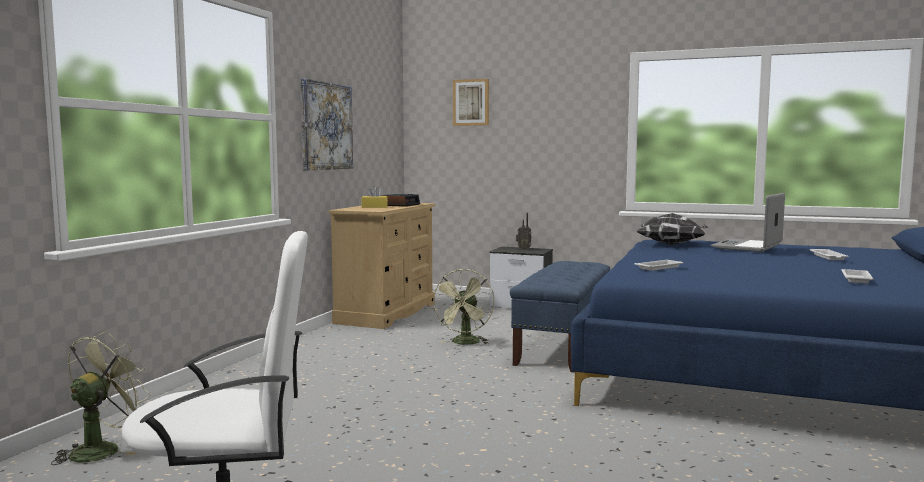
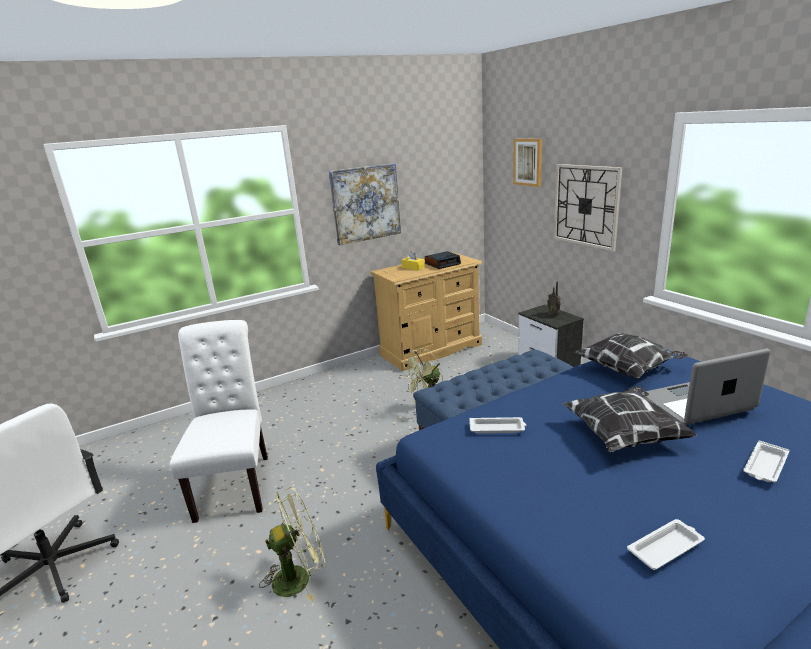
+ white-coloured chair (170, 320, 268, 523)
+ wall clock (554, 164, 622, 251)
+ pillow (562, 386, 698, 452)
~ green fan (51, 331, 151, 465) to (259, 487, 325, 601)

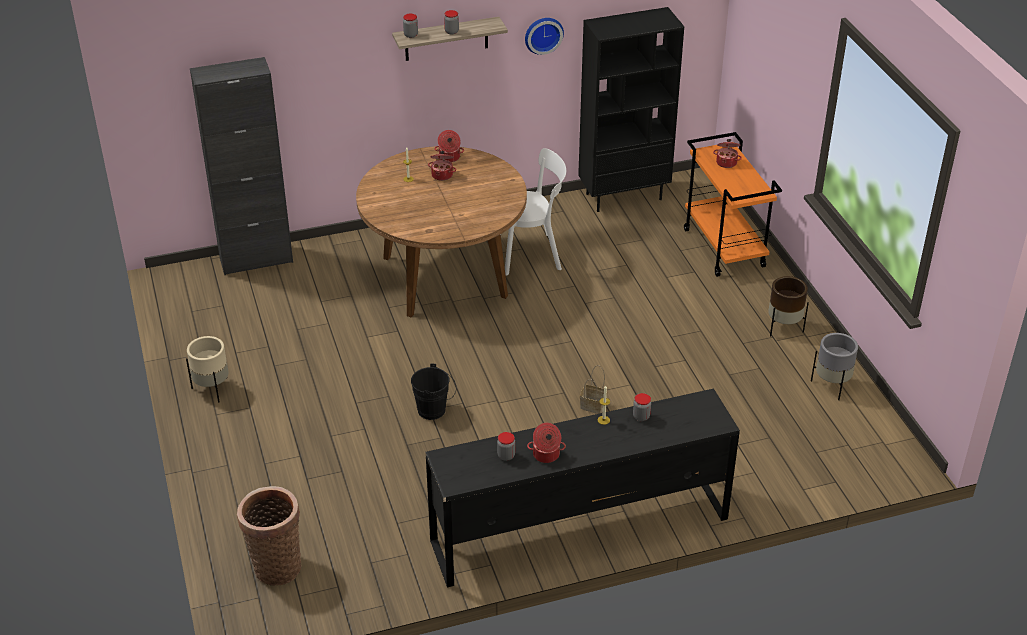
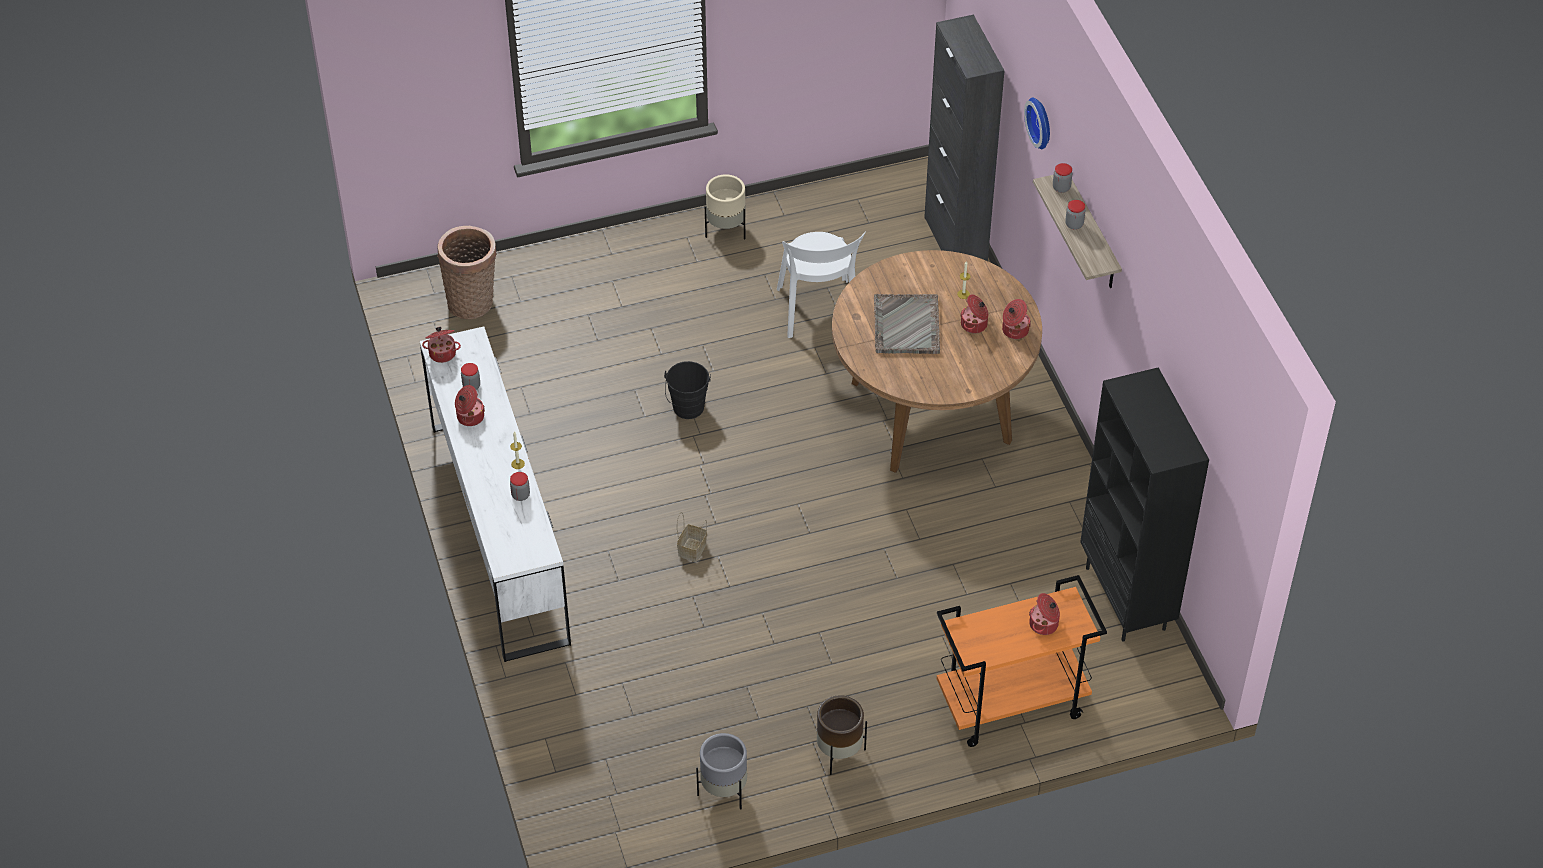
+ saucepot (422, 327, 461, 363)
+ gray tray (874, 294, 940, 354)
~ white-coloured chair (500, 148, 566, 275) to (777, 231, 866, 338)
~ wall clock (525, 18, 564, 55) to (1024, 98, 1050, 149)
~ black-coloured drawer chest (426, 388, 740, 587) to white-coloured drawer chest (419, 326, 571, 662)

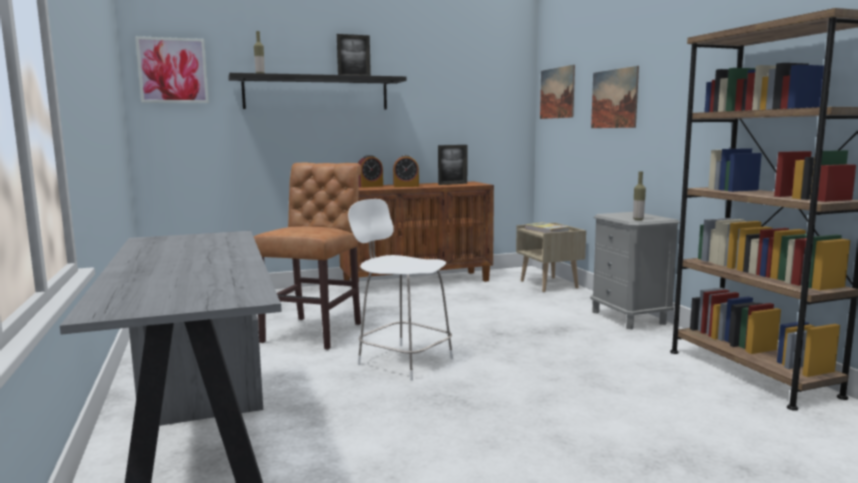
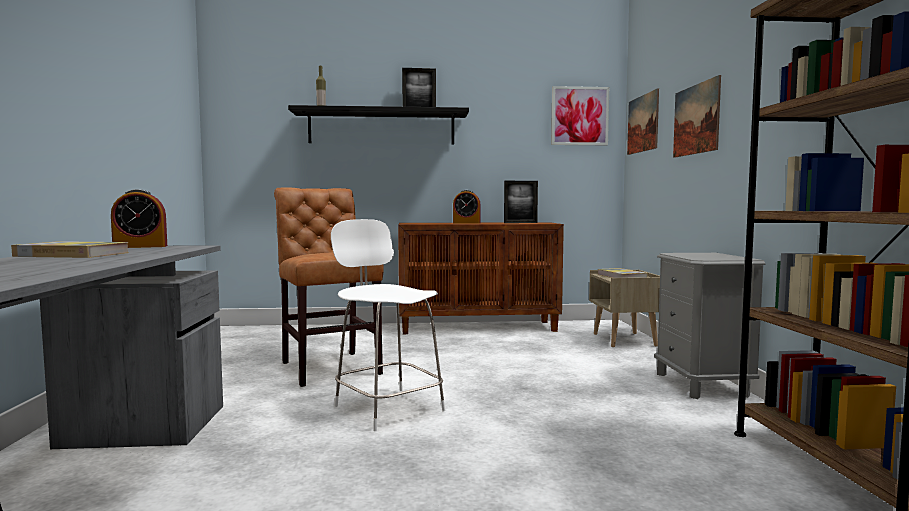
- drink bottle (633, 171, 646, 220)
+ bound book (11, 241, 129, 258)
~ wall picture (135, 36, 209, 103) to (551, 86, 609, 145)
~ bedside clock (358, 155, 383, 188) to (111, 189, 167, 248)
~ brown chair (254, 163, 362, 350) = (274, 188, 384, 387) 60 degrees counterclockwise

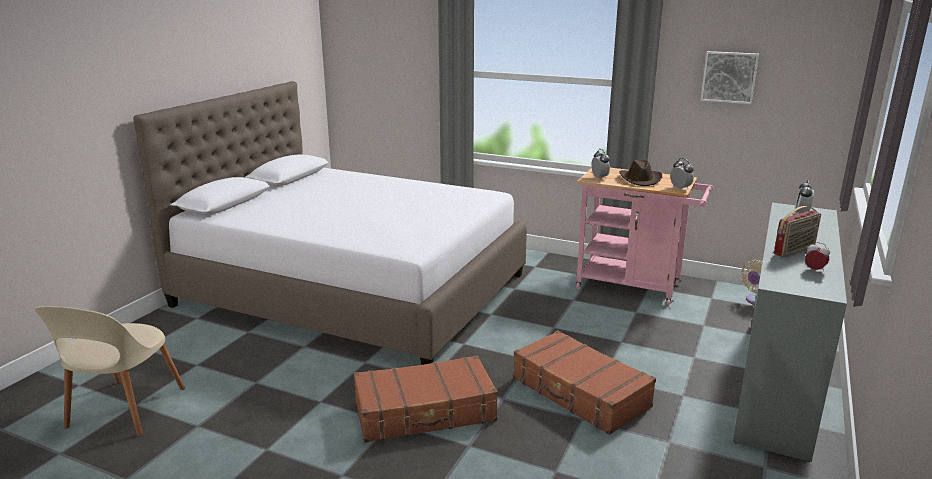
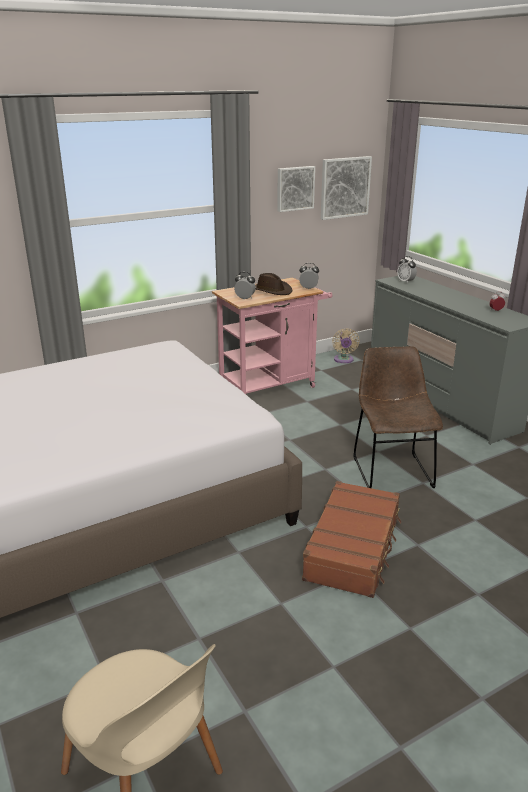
- radio (774, 206, 821, 257)
+ wall picture (321, 156, 372, 220)
~ brown suitcase (513, 330, 656, 435) to brown chair (353, 346, 443, 488)

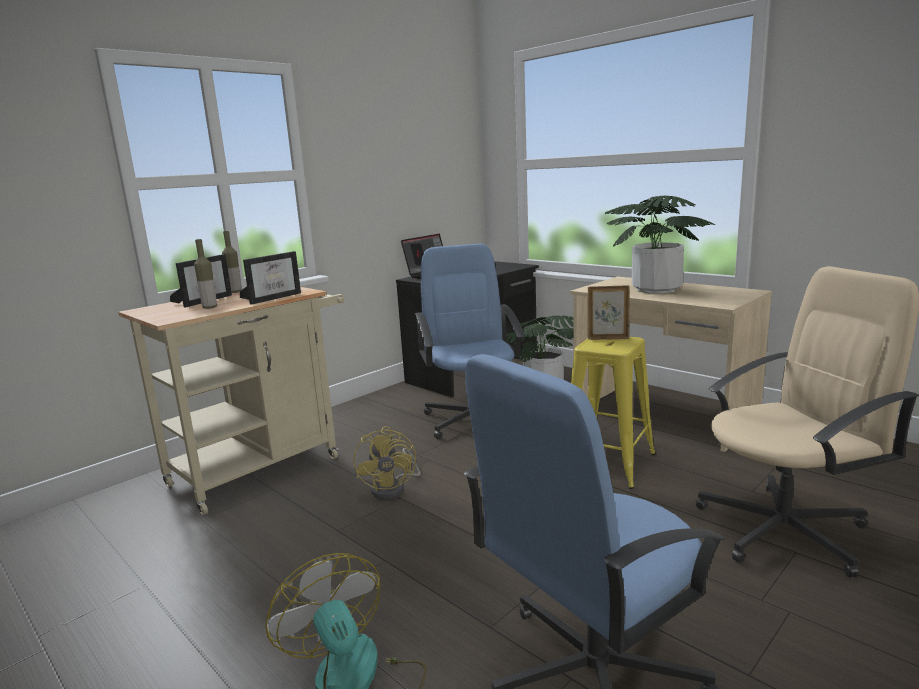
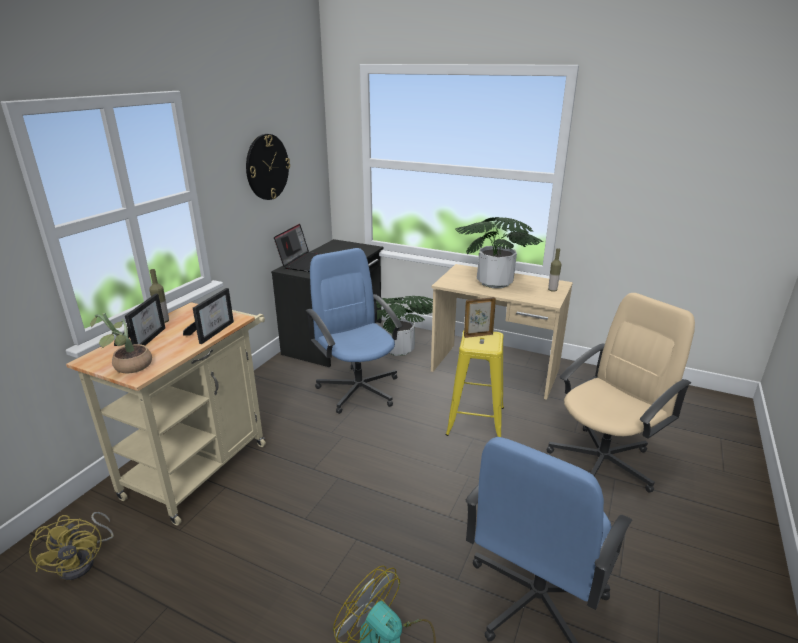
+ houseplant (90, 313, 152, 374)
+ wall clock (246, 134, 290, 200)
~ drink bottle (194, 239, 217, 309) to (548, 248, 561, 292)
~ yellow-coloured fan (353, 426, 421, 500) to (29, 512, 114, 580)

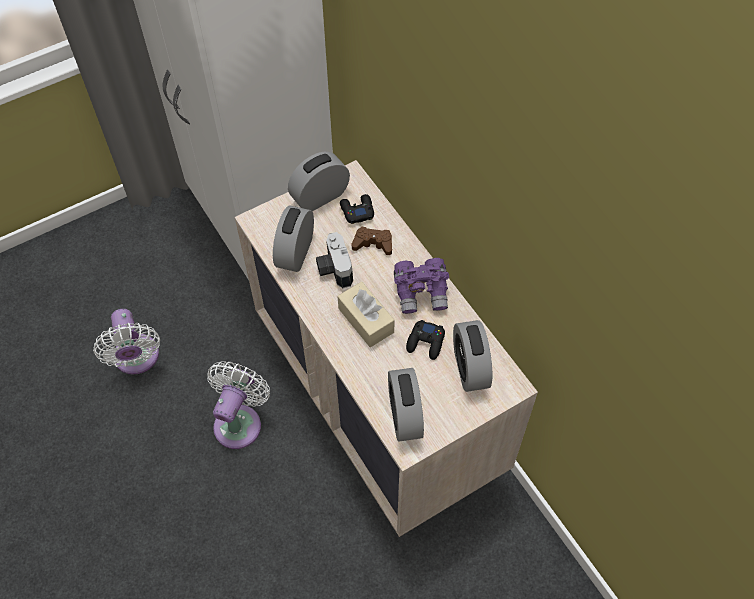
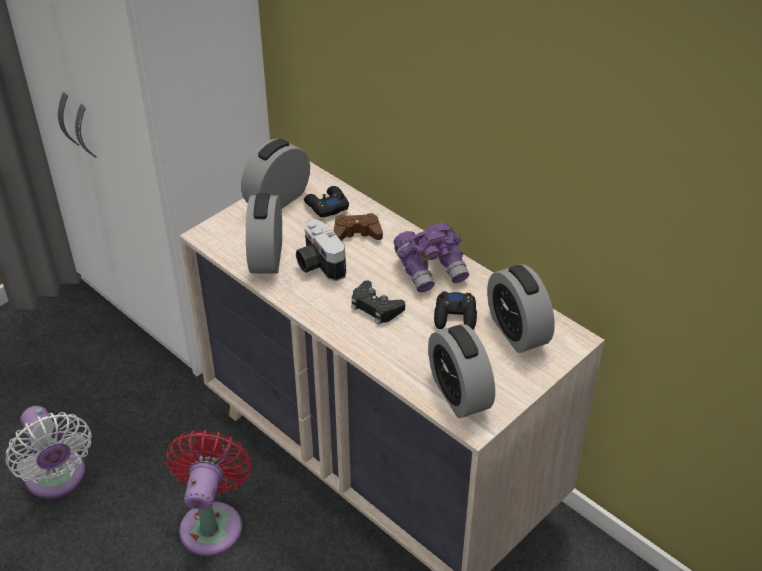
~ beige tissue holder (338, 282, 395, 347) to black-coloured joypad (351, 280, 405, 325)
~ white-coloured fan (207, 361, 270, 449) to red-coloured fan (166, 430, 252, 557)

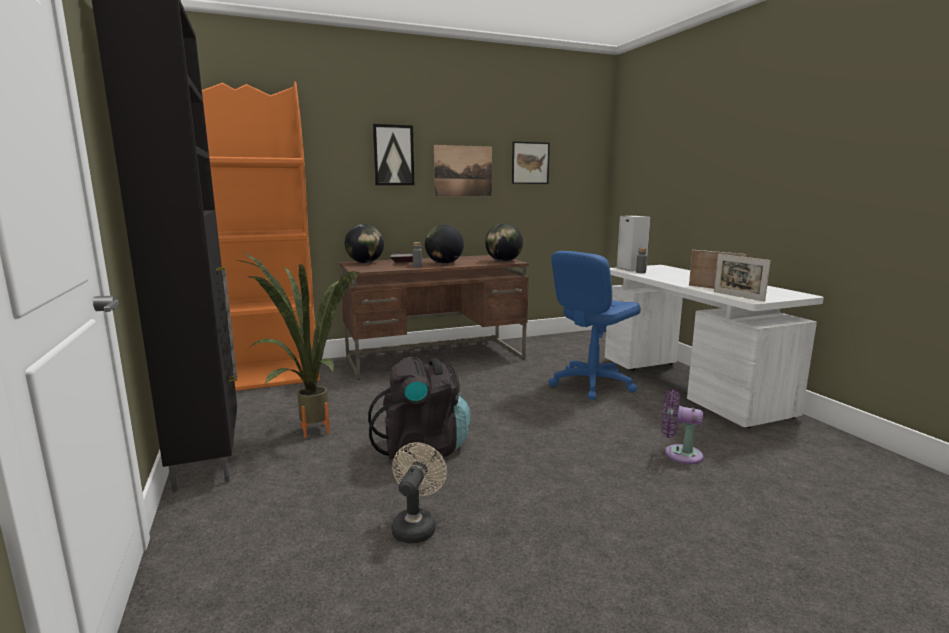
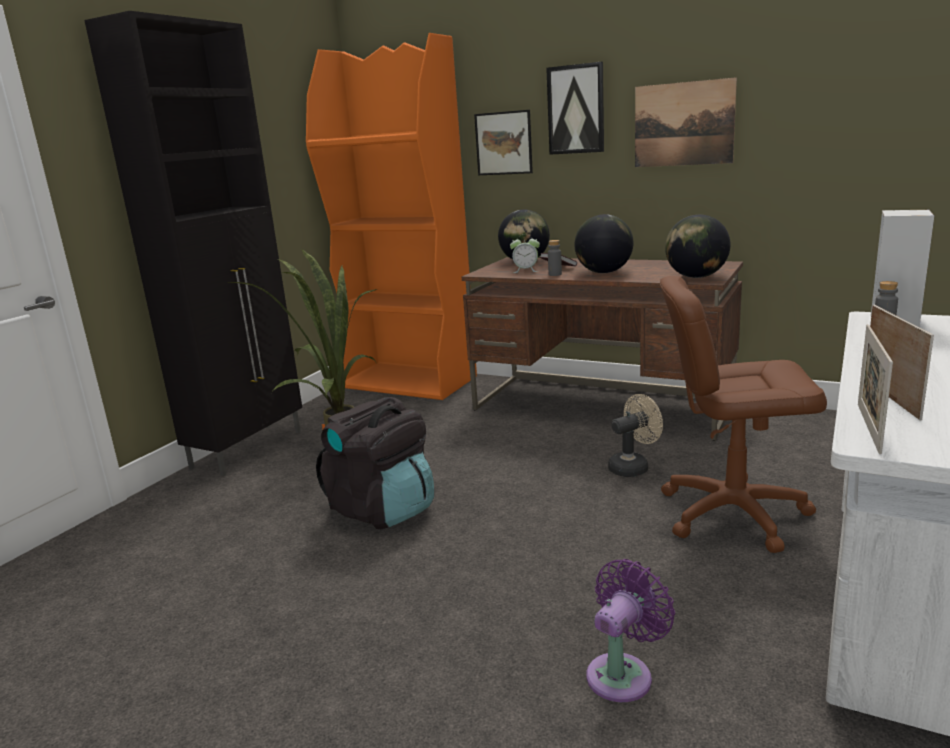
+ bedside clock (510, 234, 540, 273)
~ beige fan (392, 442, 447, 543) to (608, 394, 663, 477)
~ wall picture (512, 141, 550, 184) to (474, 110, 533, 175)
~ blue office chair (549, 251, 641, 400) to brown office chair (660, 276, 827, 553)
~ purple-coloured fan (661, 389, 703, 464) = (587, 559, 675, 702) 60 degrees clockwise

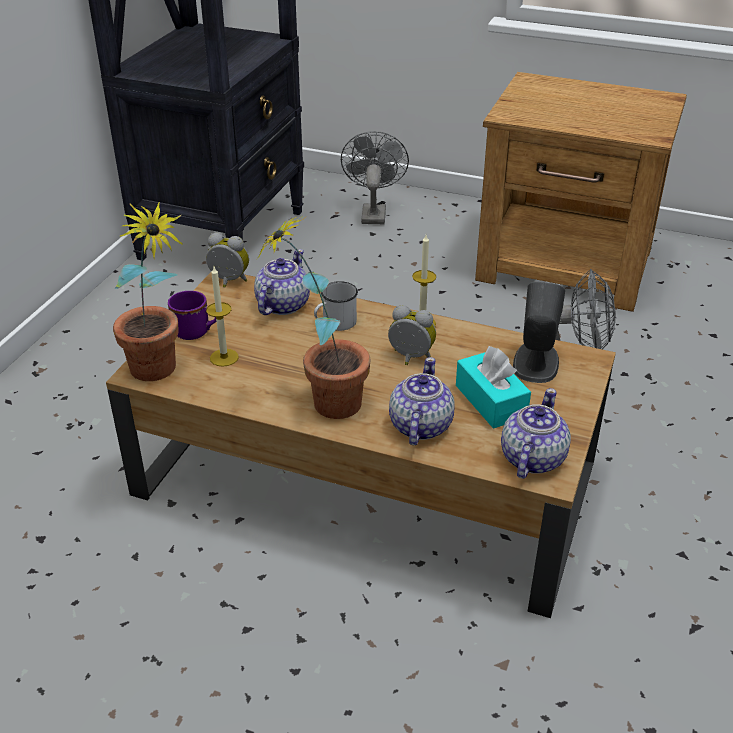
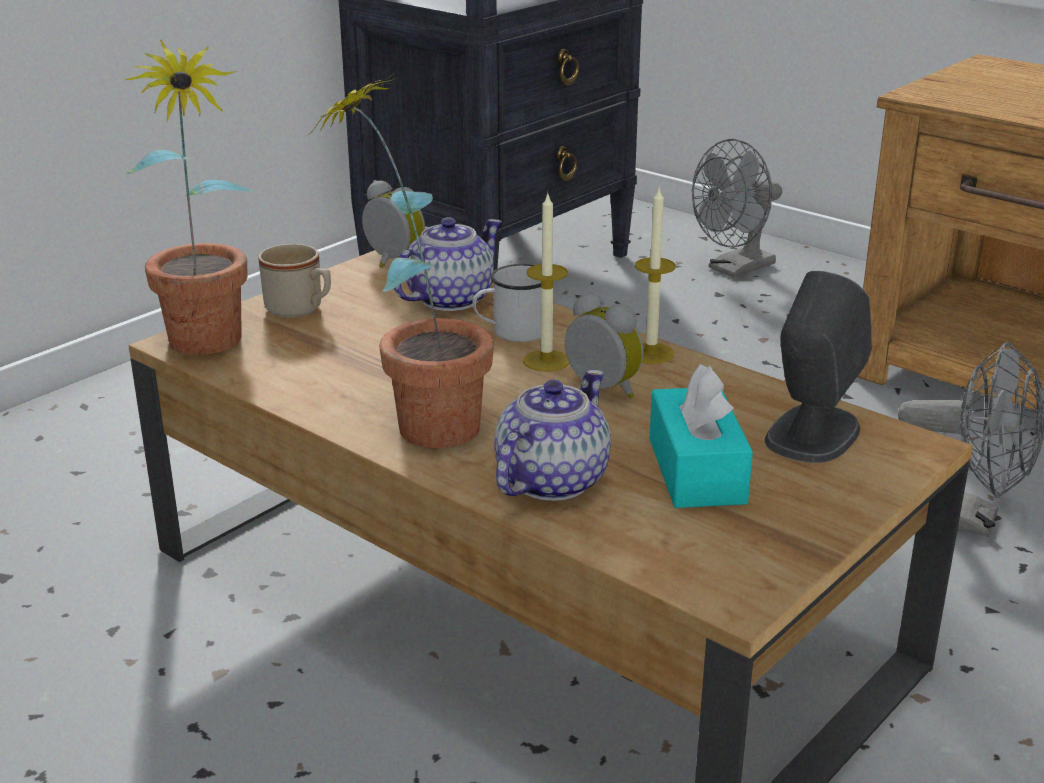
- teapot (501, 388, 571, 479)
~ wax candle (206, 267, 239, 367) to (523, 192, 569, 372)
~ purple-coloured mug (168, 291, 217, 340) to beige mug (258, 244, 331, 318)
~ gray fan (341, 131, 409, 224) = (692, 139, 782, 278) 150 degrees counterclockwise

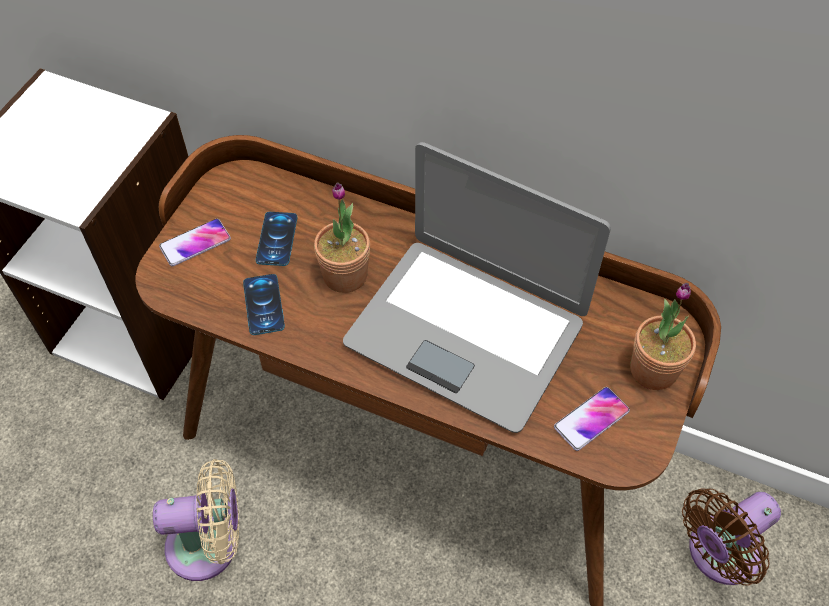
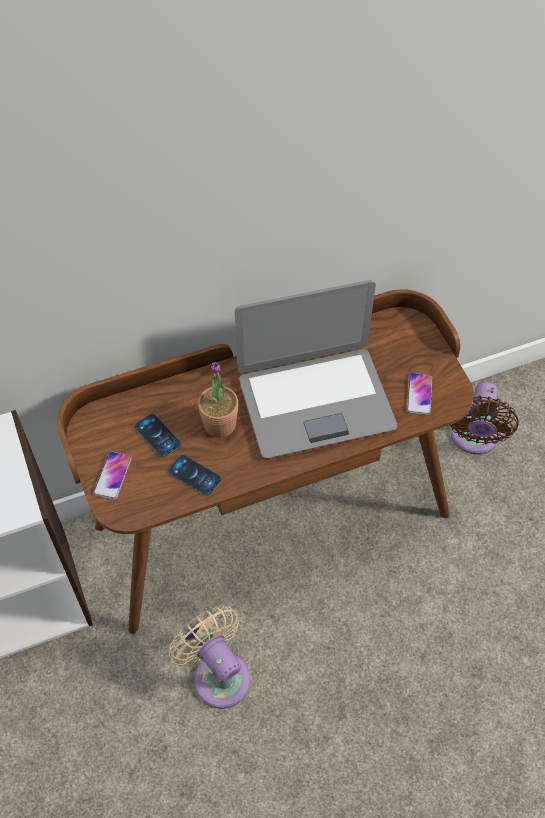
- houseplant (630, 283, 696, 390)
~ beige fan (153, 459, 239, 581) = (169, 606, 250, 709) 75 degrees counterclockwise

